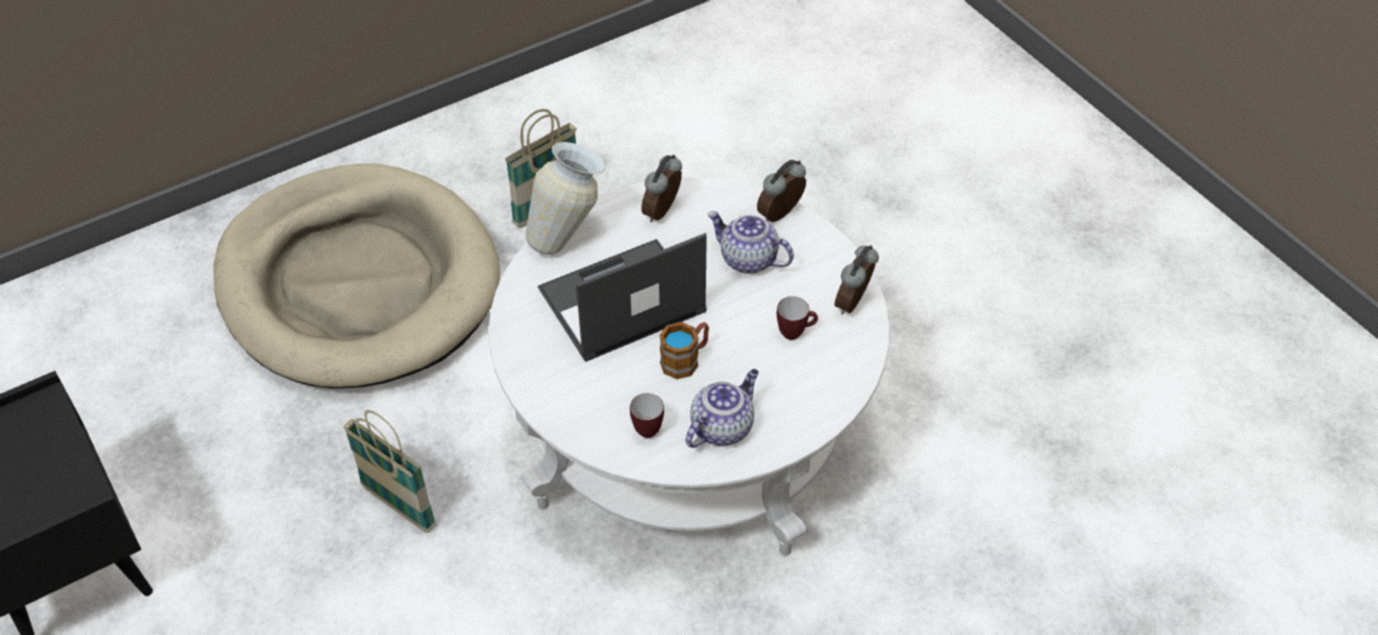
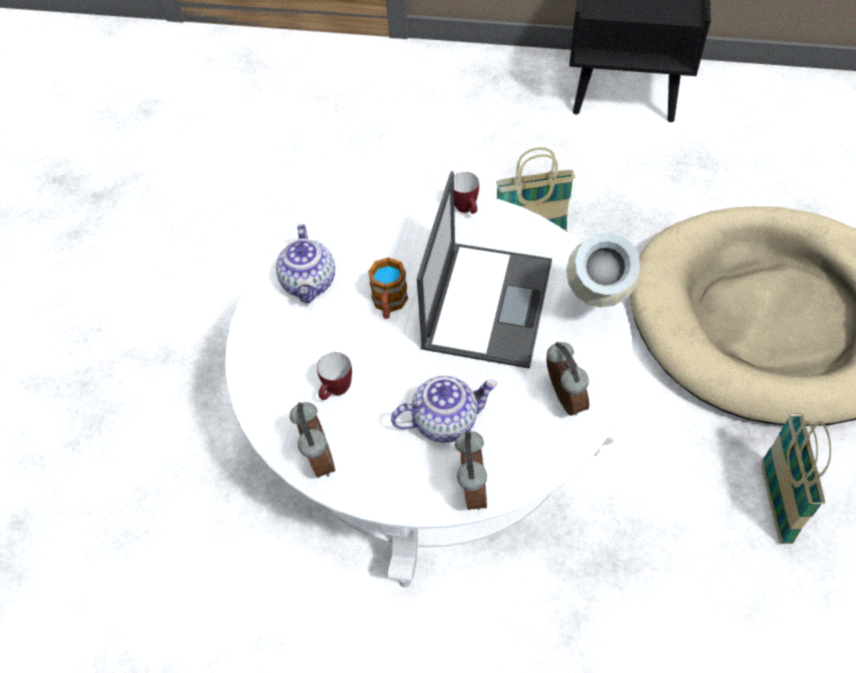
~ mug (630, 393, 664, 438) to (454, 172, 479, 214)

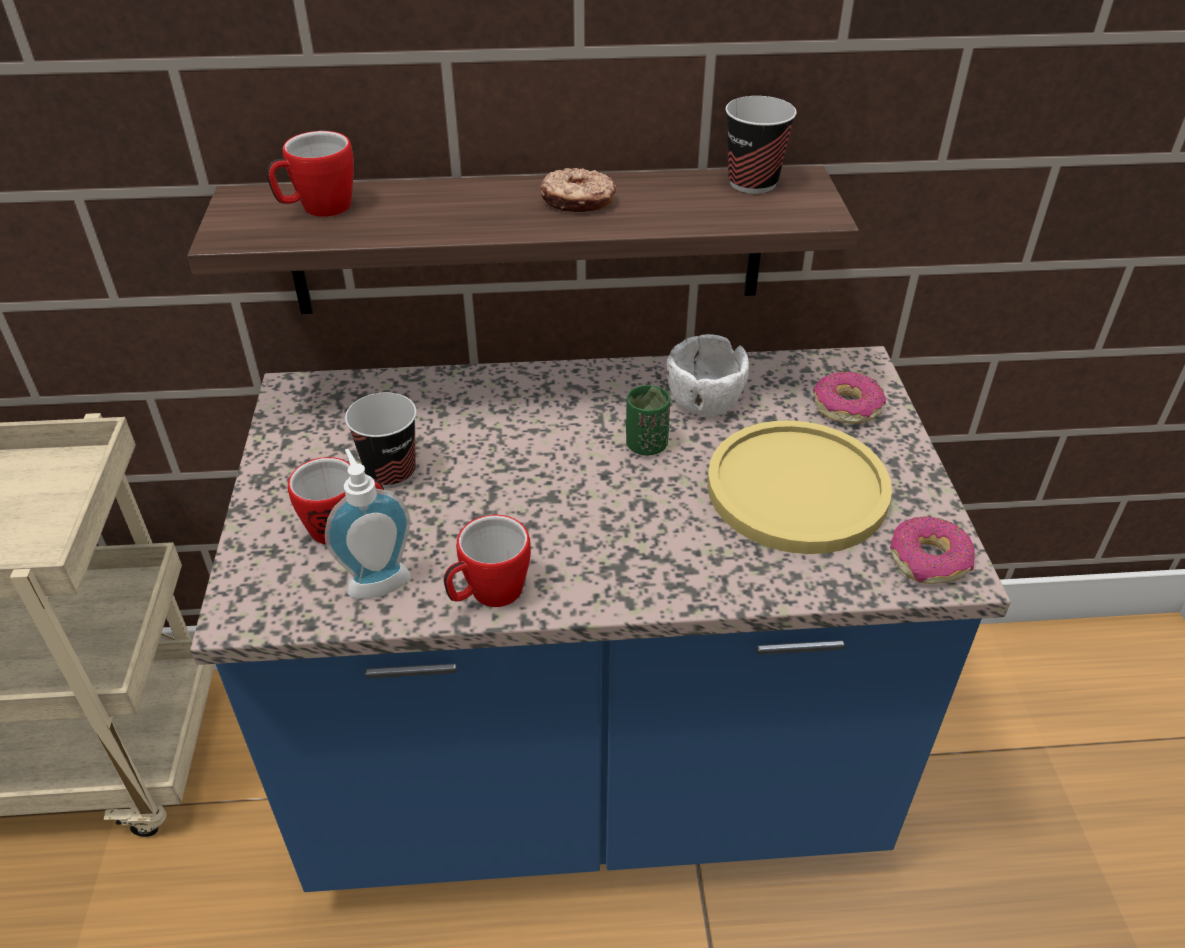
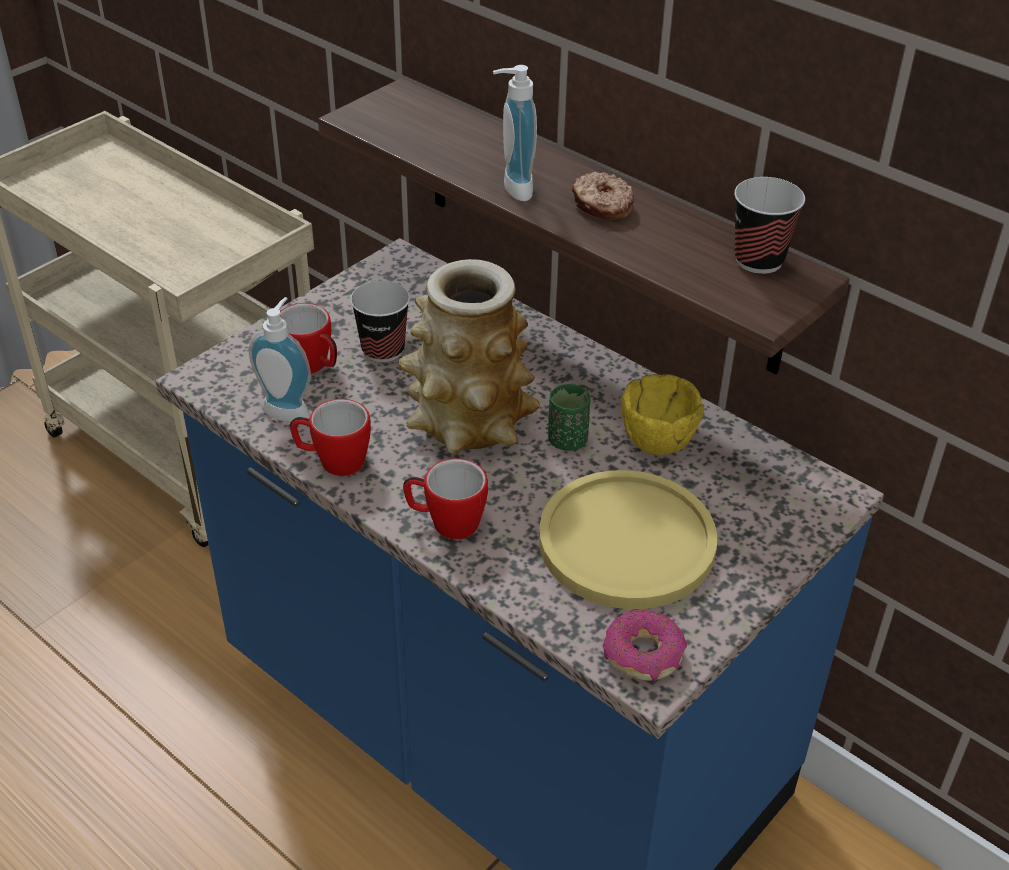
- donut (813, 371, 886, 424)
+ vase (398, 259, 540, 454)
+ liquid soap bottle (493, 65, 537, 201)
~ mug (267, 131, 354, 217) to (403, 459, 488, 539)
~ white-coloured deep dish (666, 334, 749, 416) to yellow-coloured deep dish (621, 374, 704, 455)

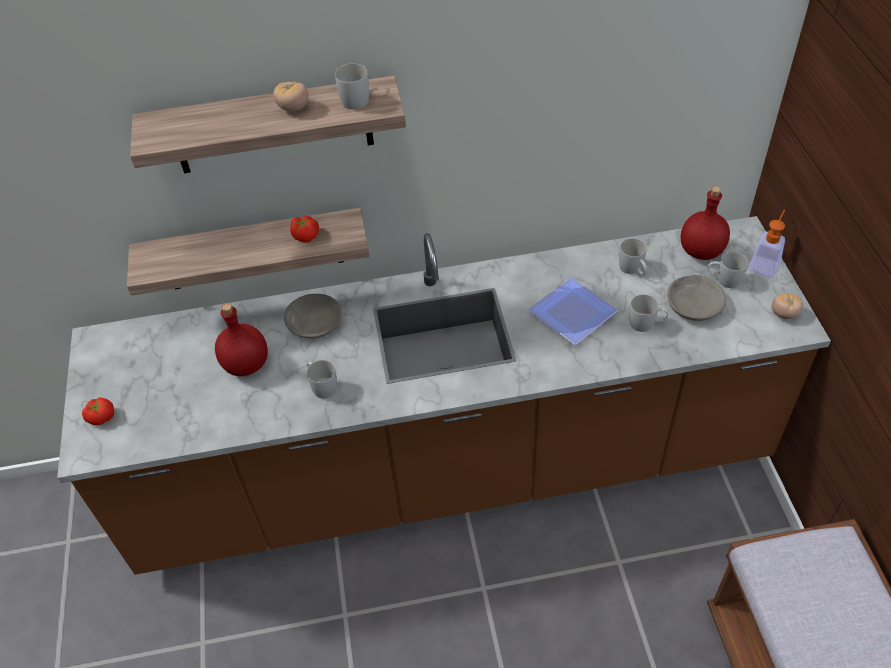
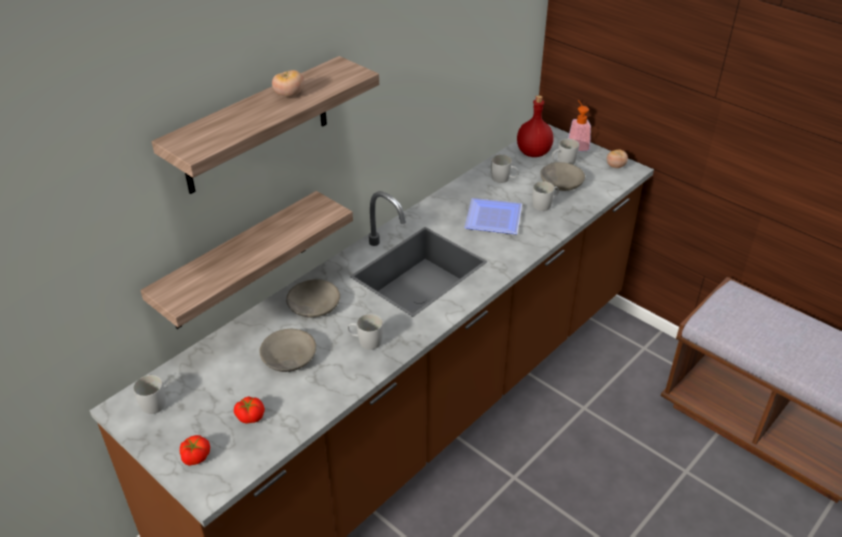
~ tomato (290, 216, 319, 242) to (234, 396, 265, 424)
~ white-coloured mug (335, 63, 369, 109) to (133, 374, 166, 414)
~ red-coloured drink bottle (215, 303, 268, 376) to gray deep dish (260, 329, 316, 372)

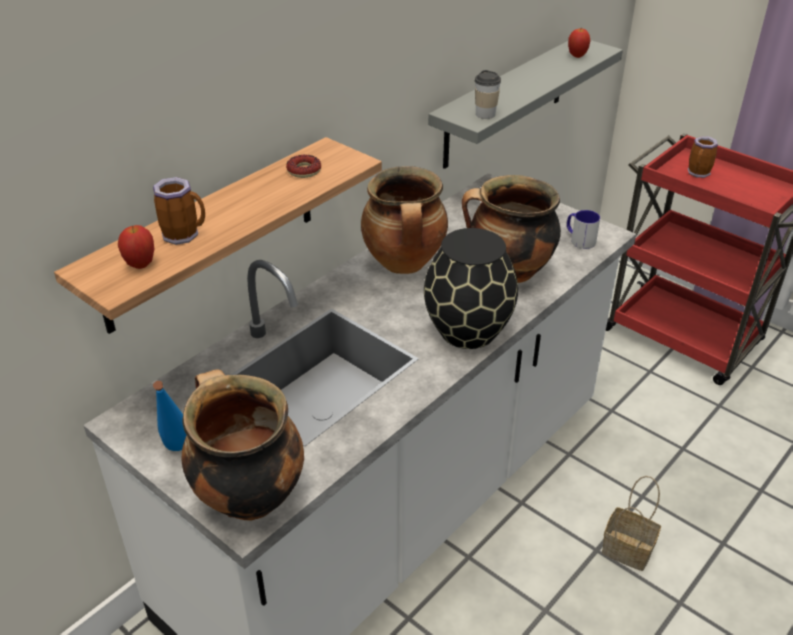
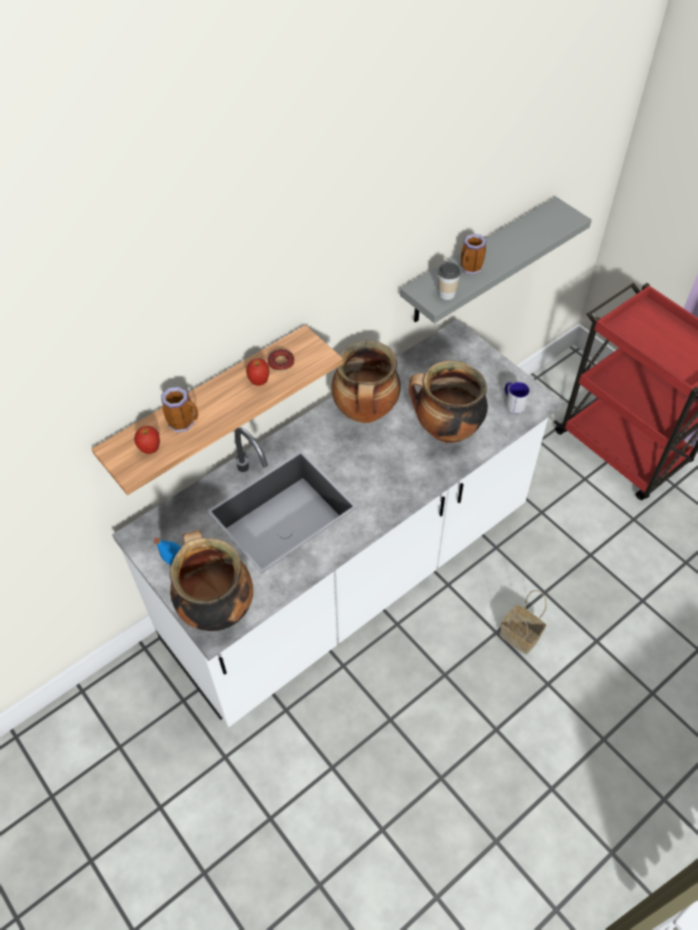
- black-coloured vase (424, 228, 518, 349)
~ whole apple (568, 27, 590, 58) to (246, 358, 269, 386)
~ mug (688, 136, 718, 178) to (461, 233, 486, 275)

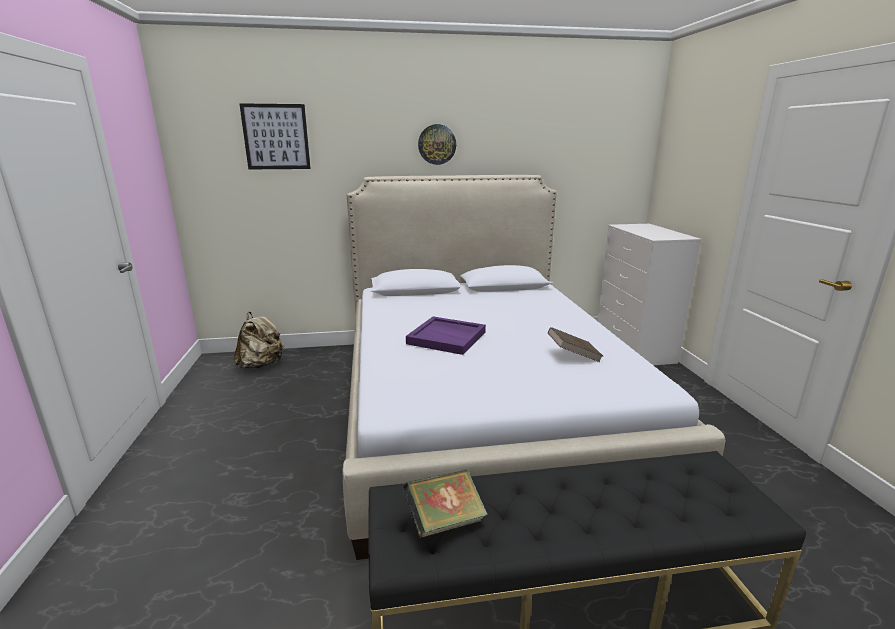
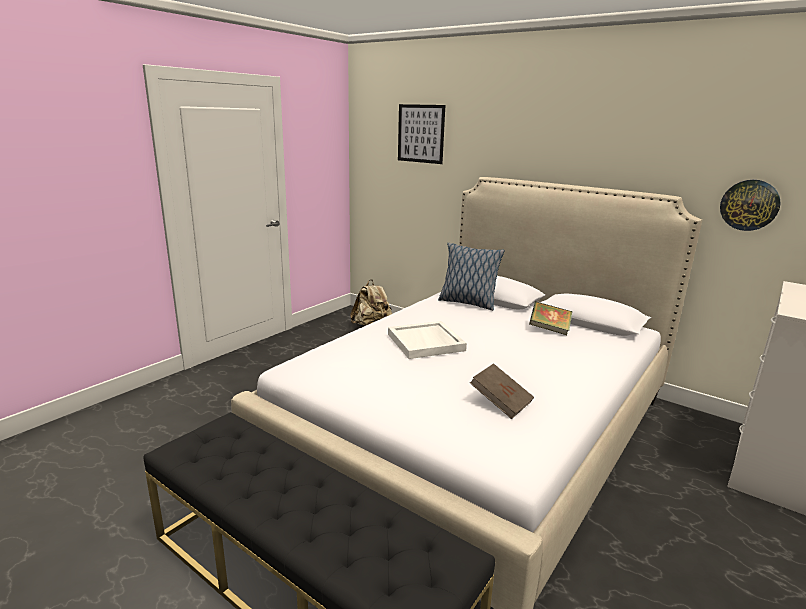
+ pillow (438, 243, 504, 311)
~ bound book (403, 469, 488, 538) to (529, 301, 573, 335)
~ wall clock (418, 124, 456, 165) to (720, 180, 781, 231)
~ purple-coloured tray (406, 317, 486, 355) to white-coloured tray (388, 321, 467, 359)

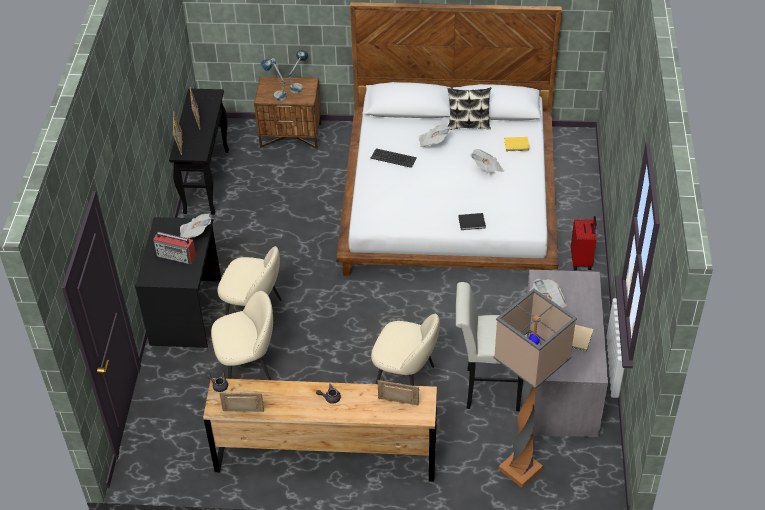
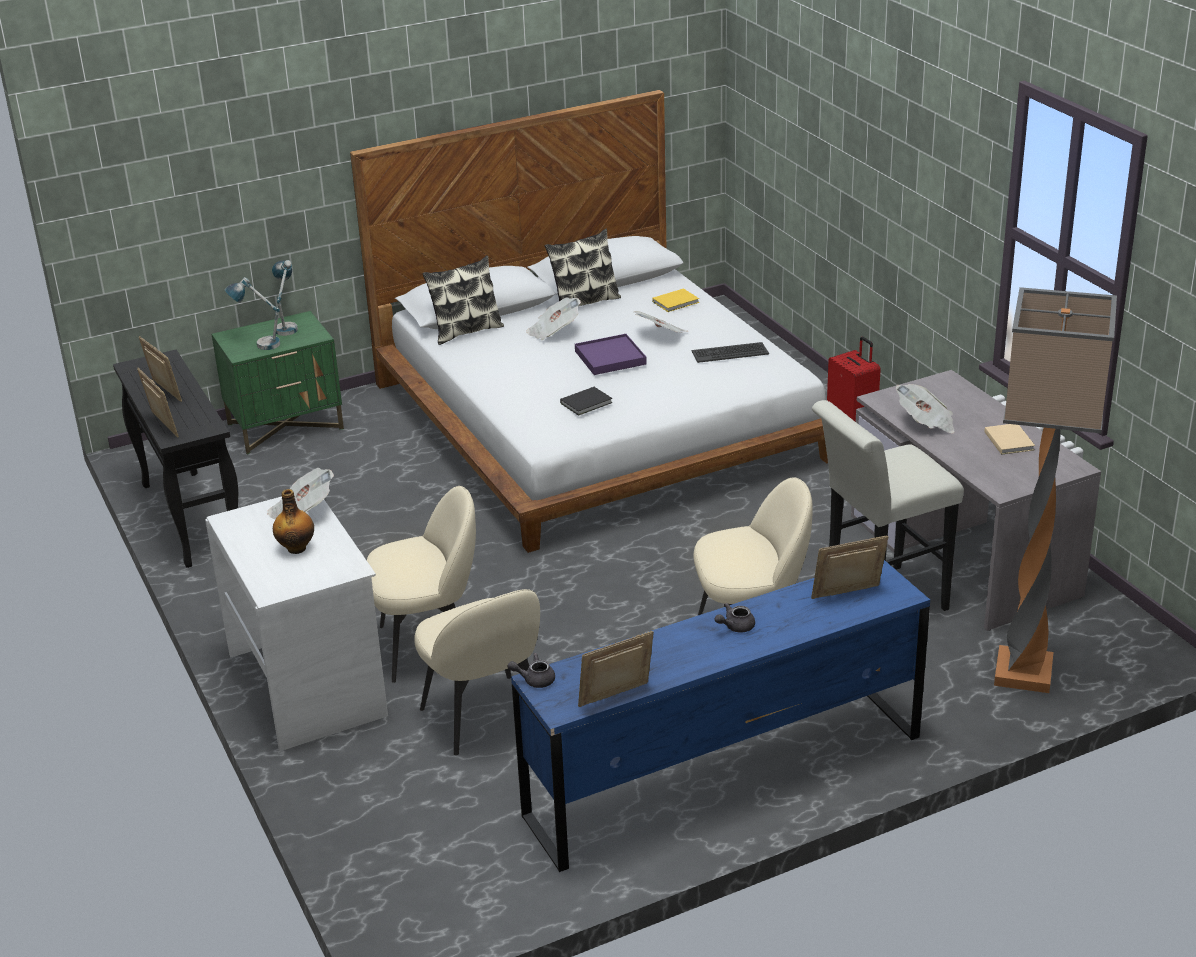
+ pillow (422, 256, 504, 345)
+ purple-coloured tray (575, 334, 647, 375)
~ PC keyboard (371, 148, 417, 168) to (692, 342, 769, 363)
~ black-coloured bound book (458, 213, 486, 230) to (560, 387, 612, 416)
~ radio (153, 232, 196, 264) to drink bottle (273, 489, 314, 554)
~ black-coloured desk table (135, 217, 221, 348) to white-coloured desk table (205, 496, 388, 751)
~ brown drawer chest (203, 378, 437, 482) to blue drawer chest (511, 560, 930, 872)
~ brown night table (254, 77, 322, 150) to green night table (212, 311, 344, 454)
~ beige chair (211, 291, 273, 380) = (414, 589, 540, 755) 105 degrees clockwise

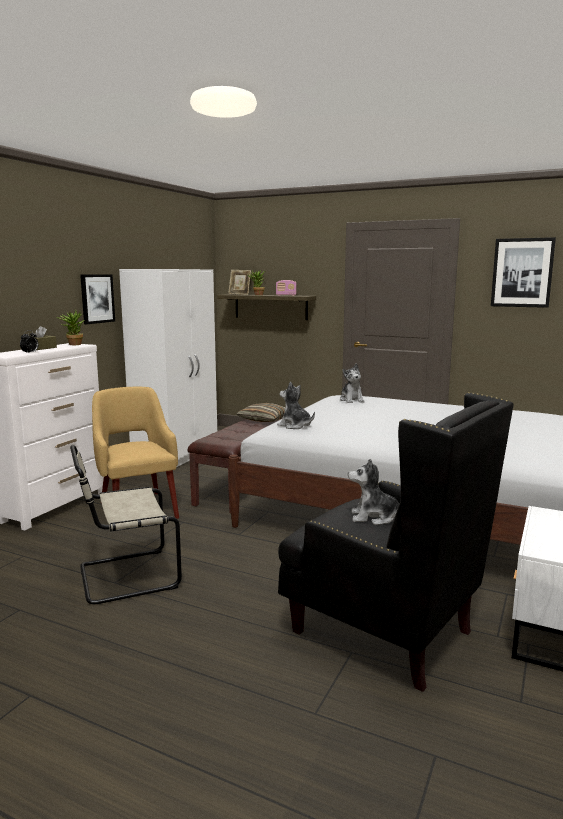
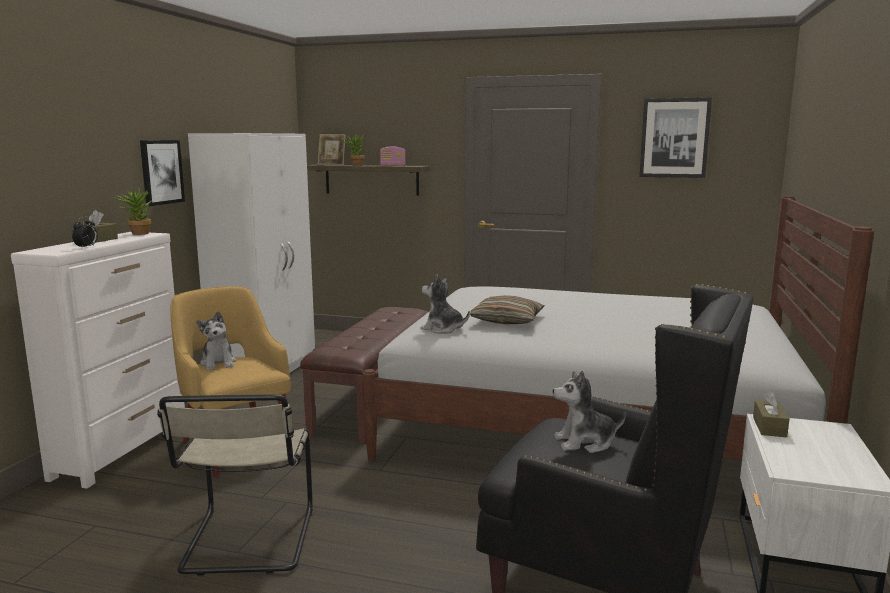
+ brown tissue holder (753, 391, 789, 437)
~ pillow (237, 403, 285, 422) to (470, 295, 545, 324)
~ soft toy (340, 364, 364, 403) to (196, 311, 236, 370)
~ beige chair (70, 445, 182, 604) = (157, 394, 313, 575) 60 degrees counterclockwise

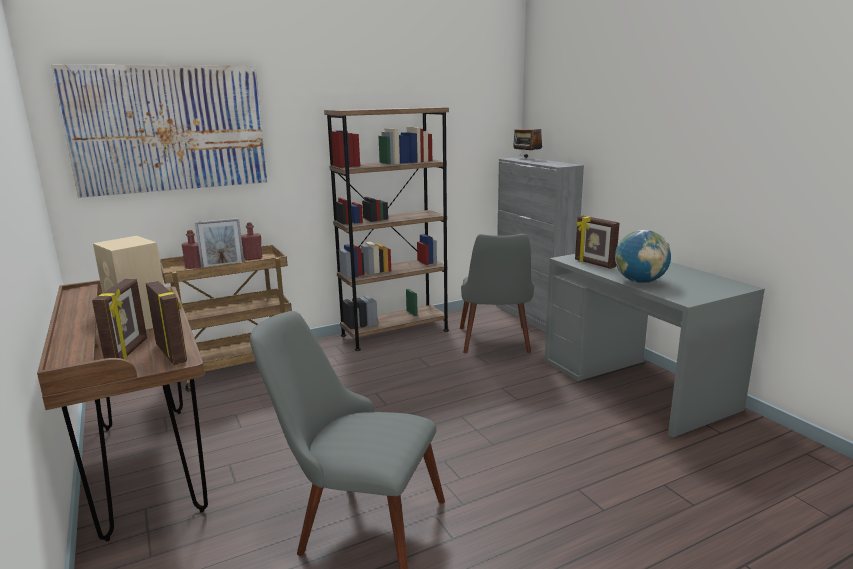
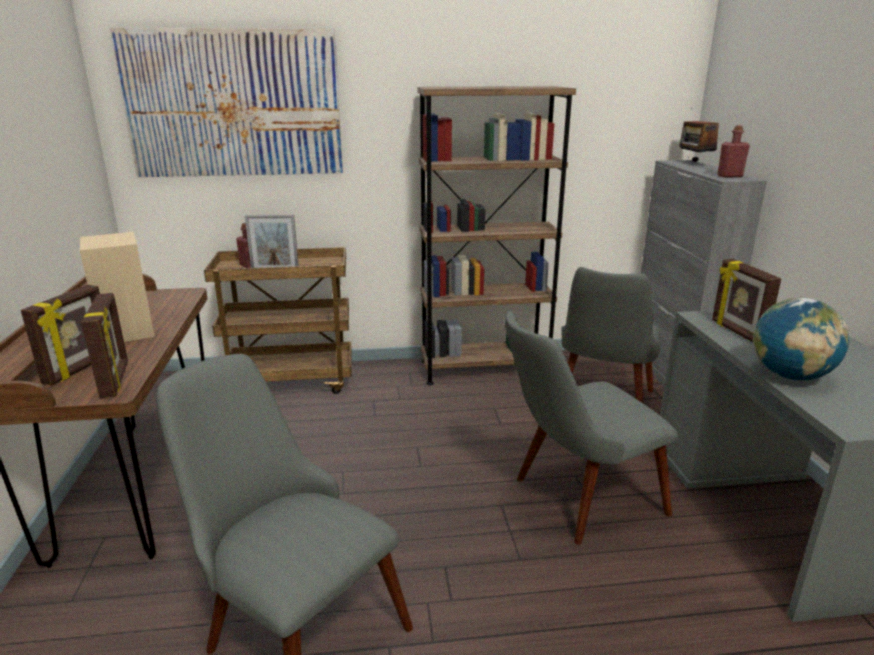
+ gray chair (504, 311, 678, 545)
~ red-coloured drink bottle (241, 222, 263, 260) to (717, 126, 750, 178)

